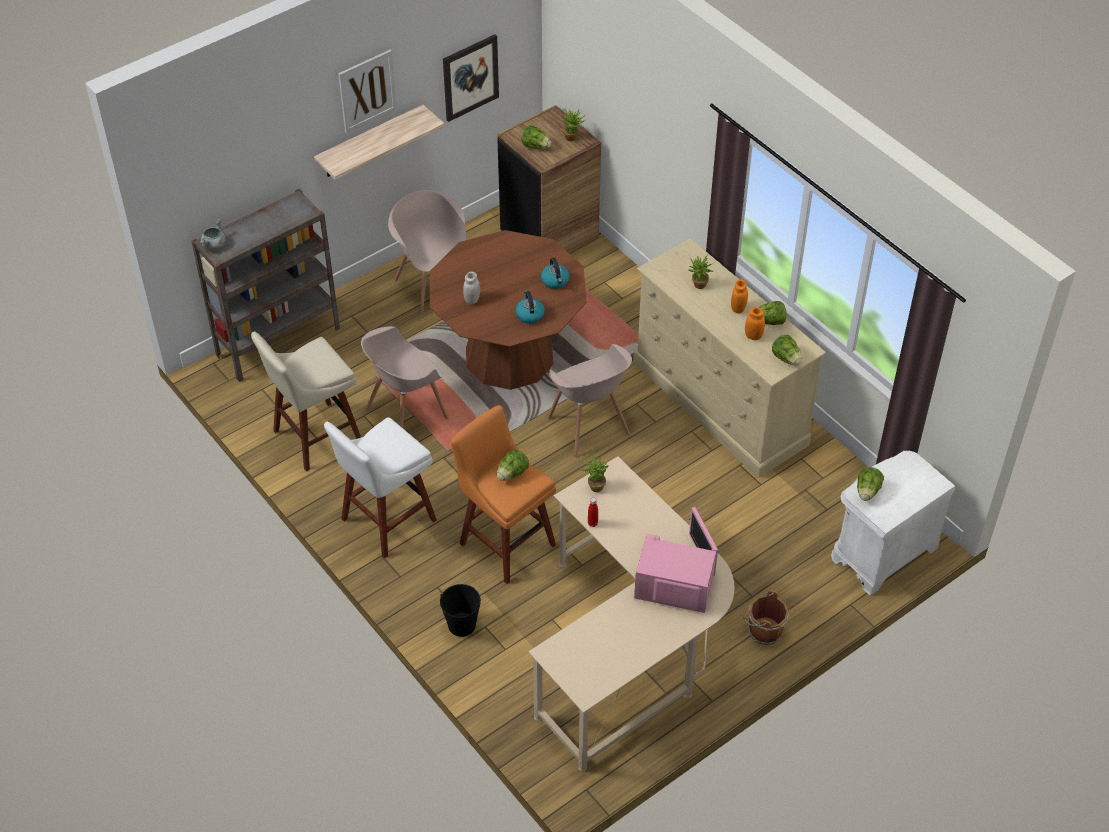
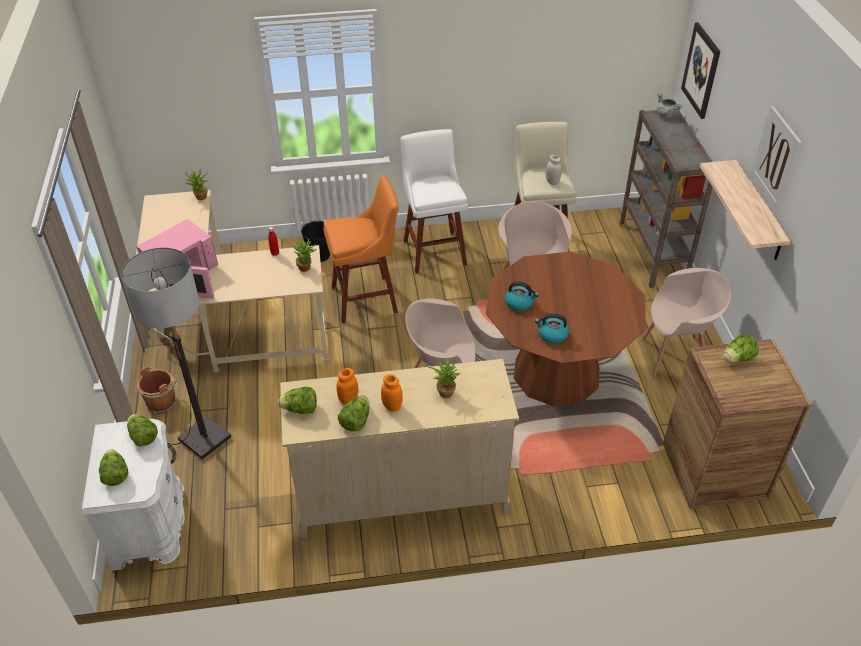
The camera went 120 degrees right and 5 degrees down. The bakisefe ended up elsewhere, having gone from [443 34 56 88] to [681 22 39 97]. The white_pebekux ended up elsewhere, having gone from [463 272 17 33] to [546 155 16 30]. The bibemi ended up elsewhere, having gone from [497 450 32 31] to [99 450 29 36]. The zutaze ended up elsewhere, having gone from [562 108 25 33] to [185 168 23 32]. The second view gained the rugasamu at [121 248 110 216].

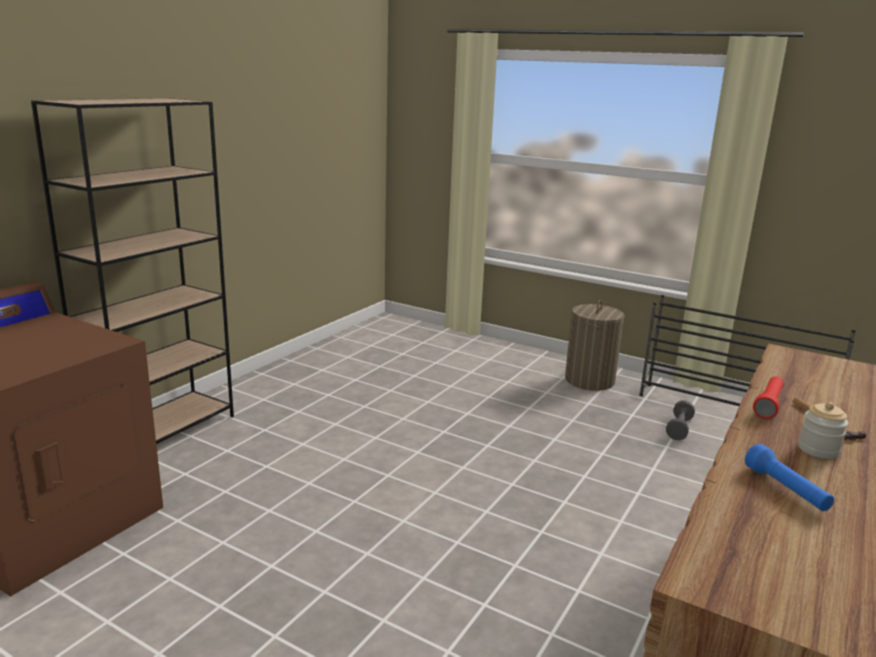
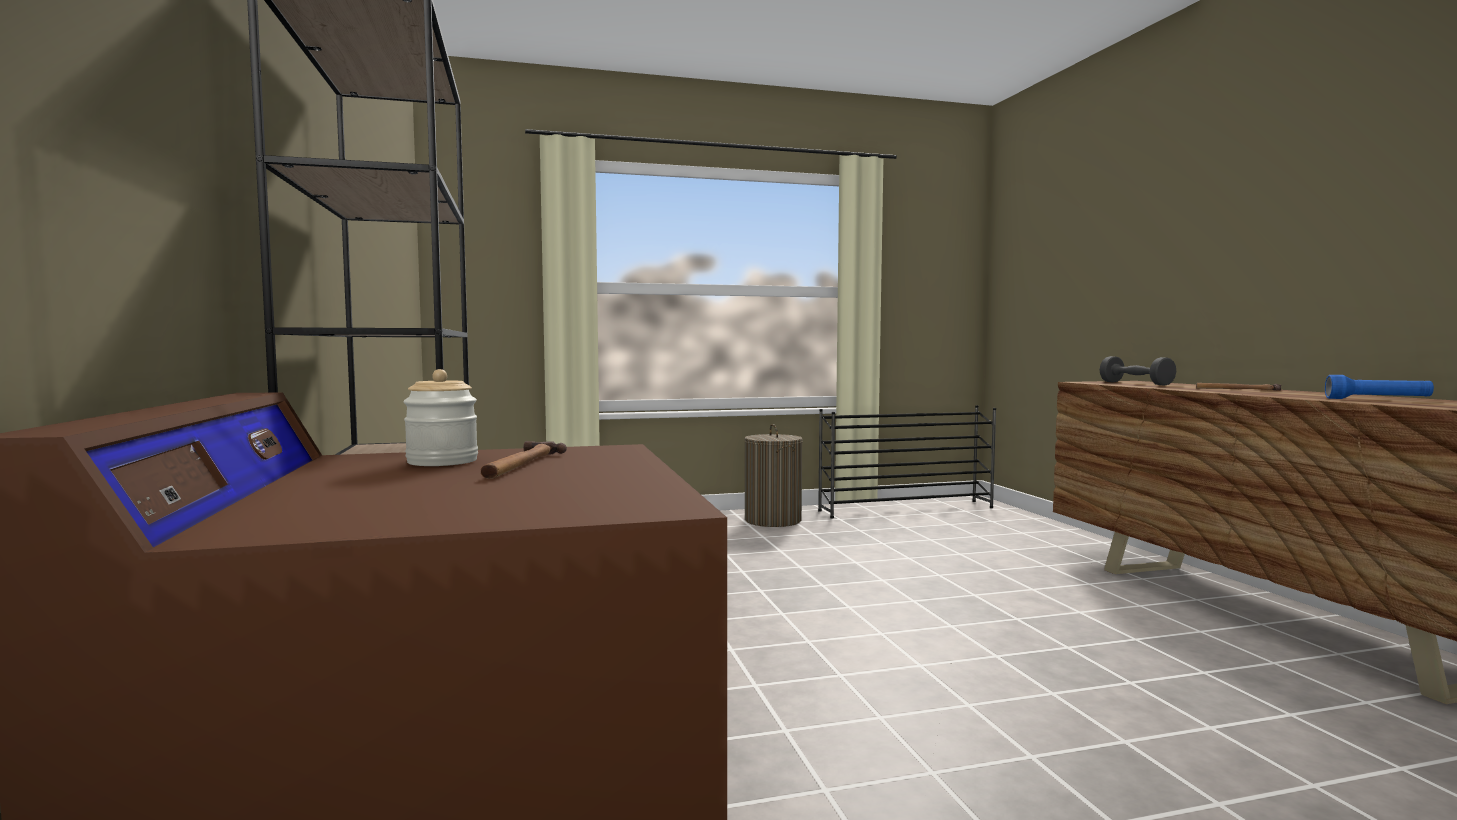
The camera went 45 degrees left and 15 degrees down. The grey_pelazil ended up elsewhere, having gone from [666 400 29 40] to [1100 356 76 30]. The second view lost the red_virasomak at [753 376 31 43]. The pebekux ended up elsewhere, having gone from [798 402 50 57] to [403 369 75 97]. The second view gained the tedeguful at [481 441 86 38].

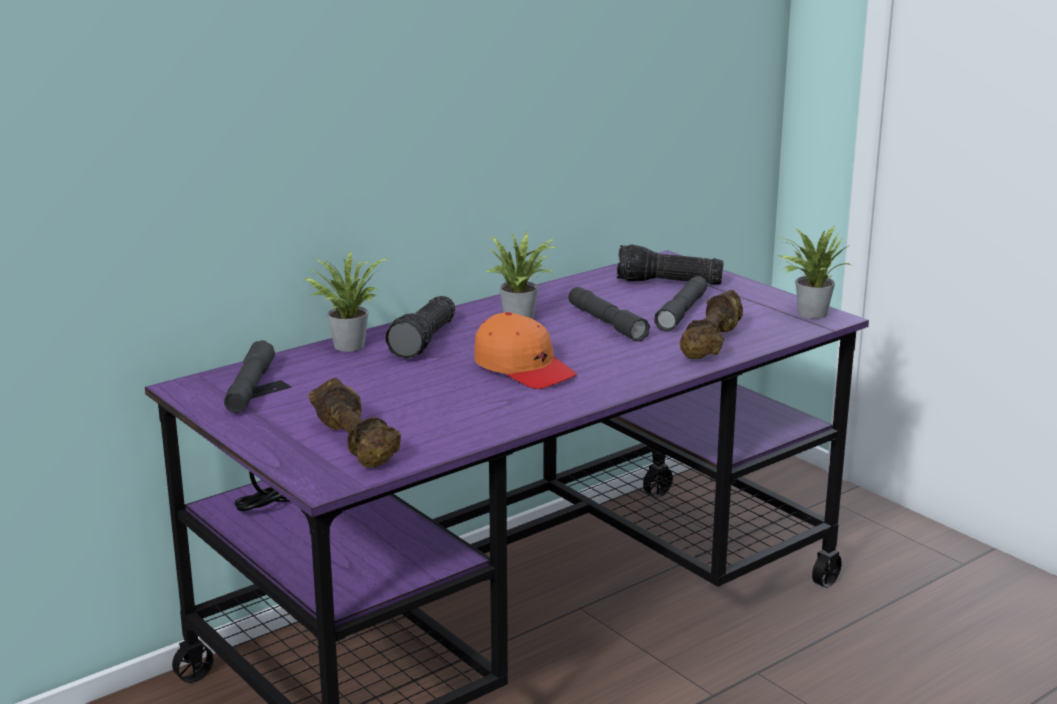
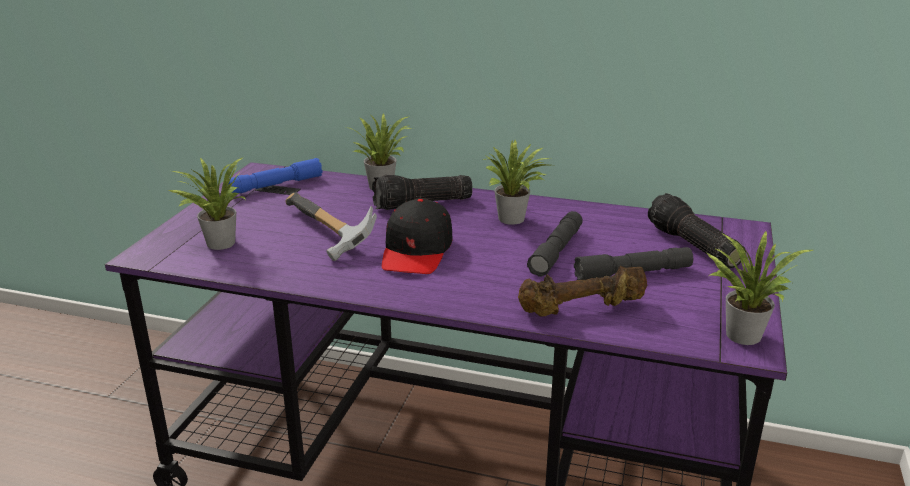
The camera went 55 degrees right and 5 degrees up. What was the grey_virasomak at [224 340 51 73] turned into the blue_virasomak at [228 158 95 35]. Where the brown_pelazil stood at [308 378 93 90], the zutaze came to stand at [169 158 77 92]. What was the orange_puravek at [474 312 103 77] turned into the black_puravek at [382 198 71 76]. The second view gained the tedeguful at [286 193 91 68].

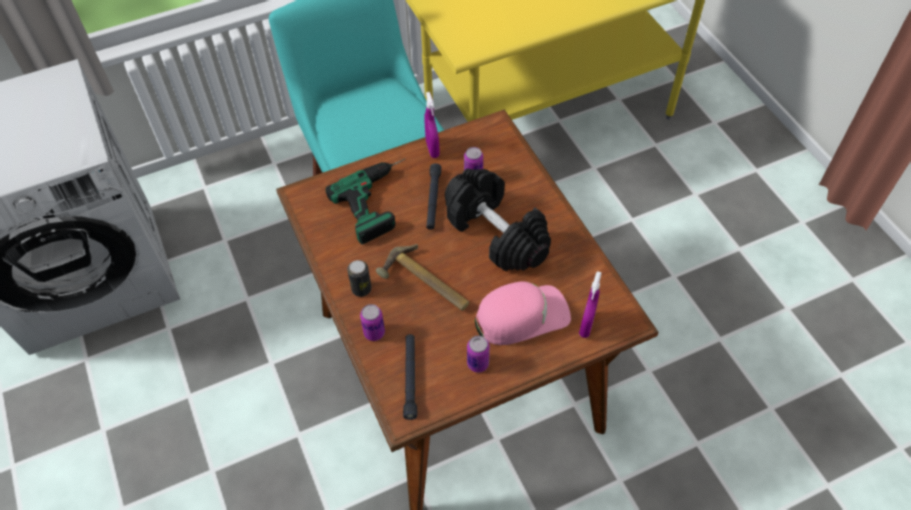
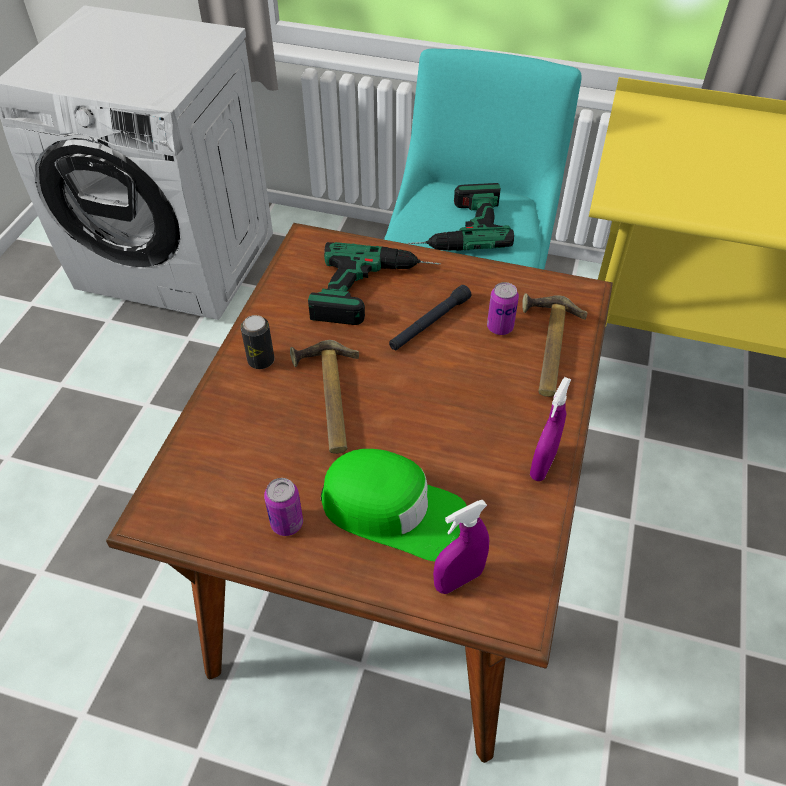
The camera went 40 degrees right and 5 degrees down. The second view lost the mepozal at [360 304 25 37]. The second view lost the black_virasomak at [403 334 14 86]. The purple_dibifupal ended up elsewhere, having gone from [424 92 16 66] to [530 377 41 104]. The second view lost the black_pelazil at [445 168 106 103]. What was the pink_puravek at [475 281 96 64] turned into the green_puravek at [321 449 145 112]. The second view gained the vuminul at [407 183 107 68]. The second view gained the tedeguful at [522 293 66 104].

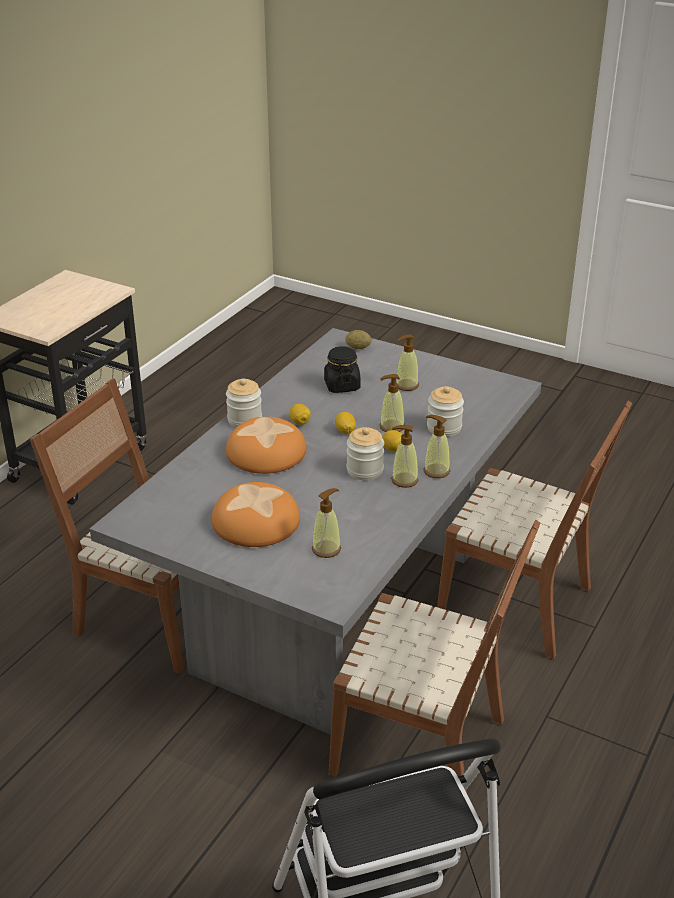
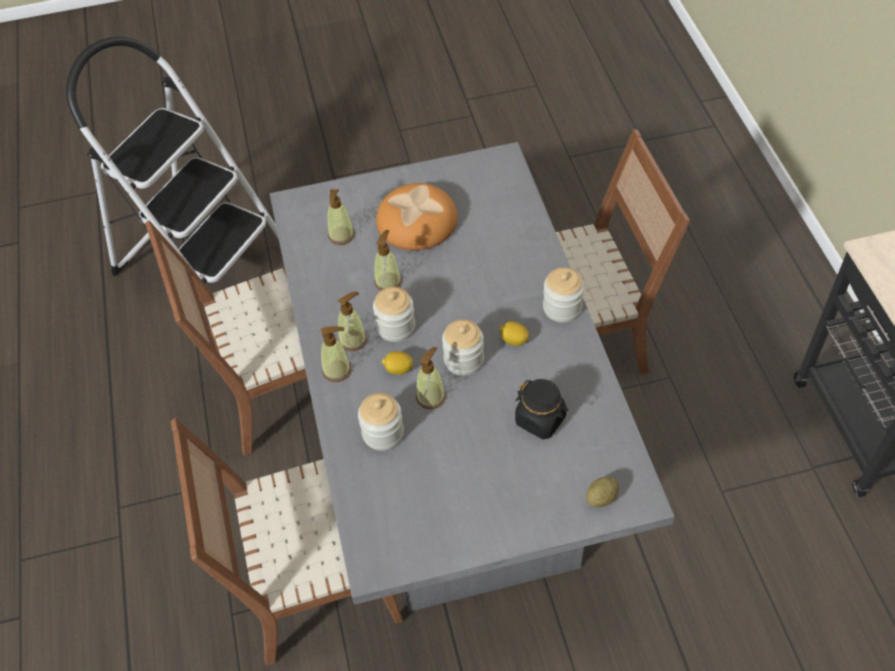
The camera went 140 degrees right and 20 degrees up. The second view lost the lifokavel at [226 417 81 57]. Where the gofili stood at [335 412 21 22], the pebekux came to stand at [442 319 42 57]. The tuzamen ended up elsewhere, having gone from [396 335 23 56] to [374 230 28 61].

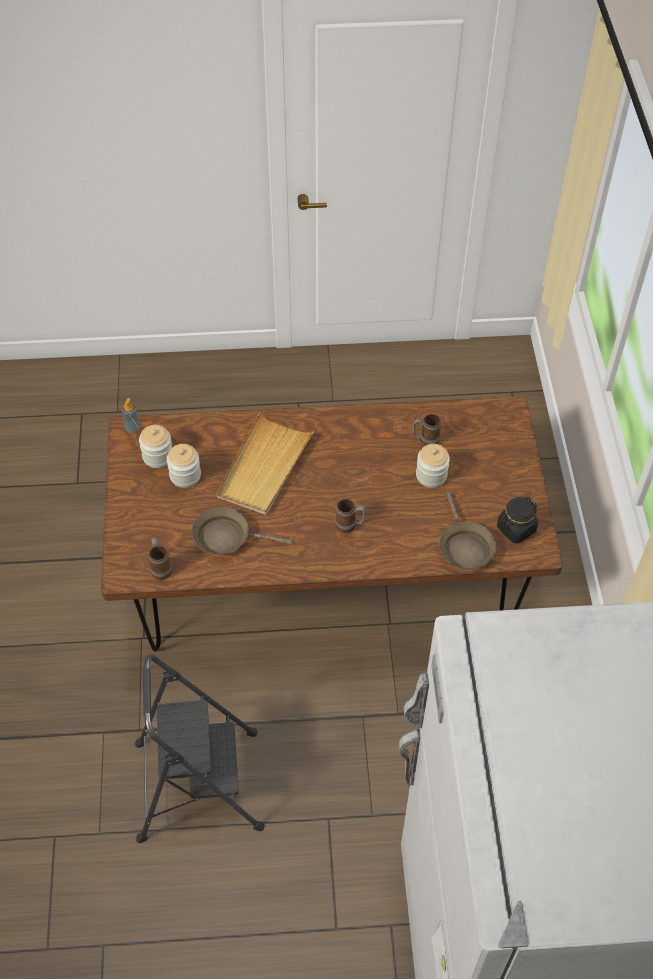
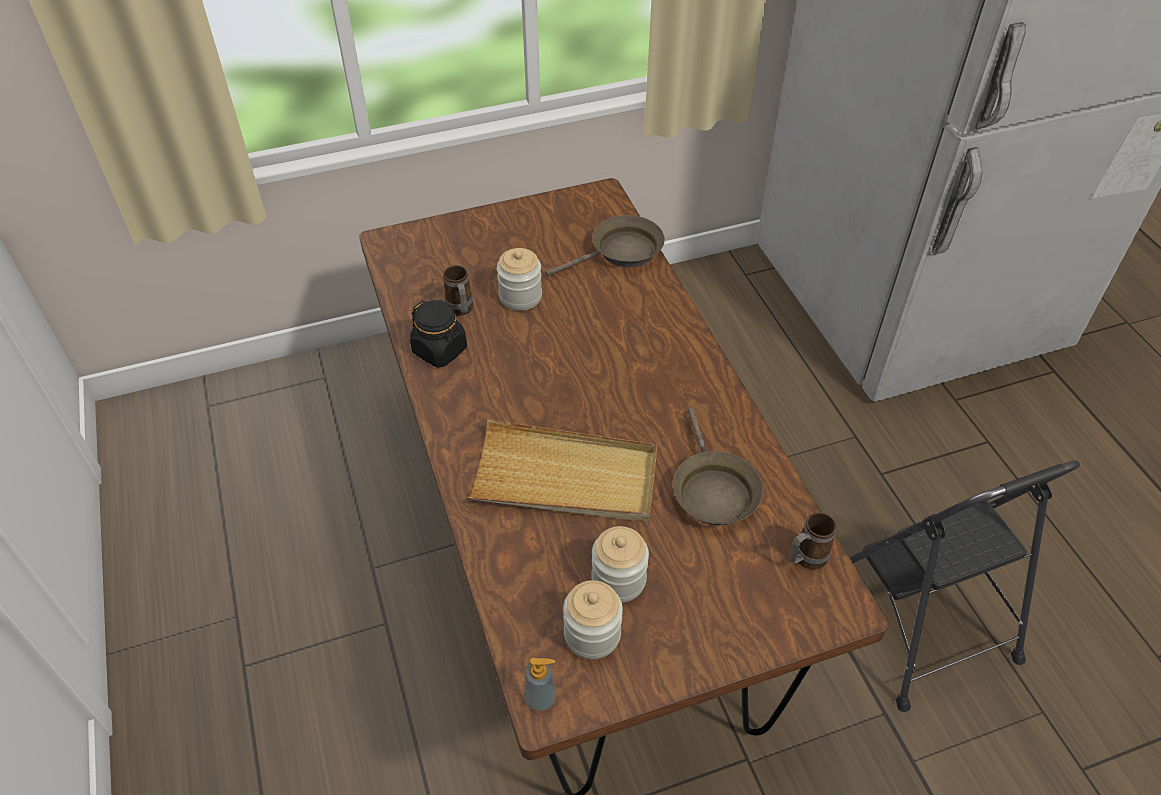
The camera went 105 degrees left and 5 degrees down. The second view lost the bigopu at [335 499 31 34]. The black_pebekux ended up elsewhere, having gone from [497 497 41 47] to [410 300 57 68].

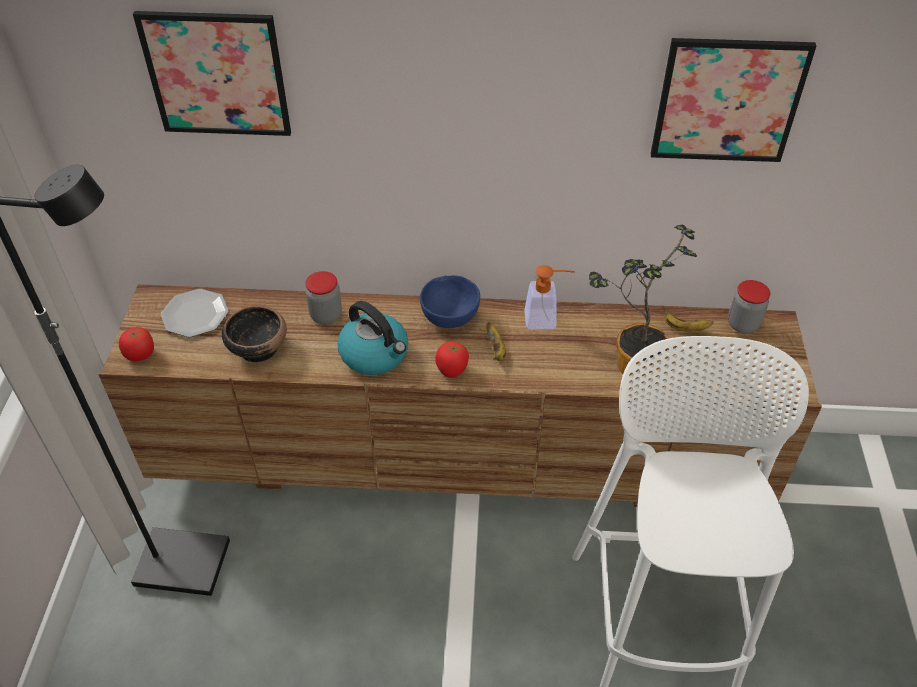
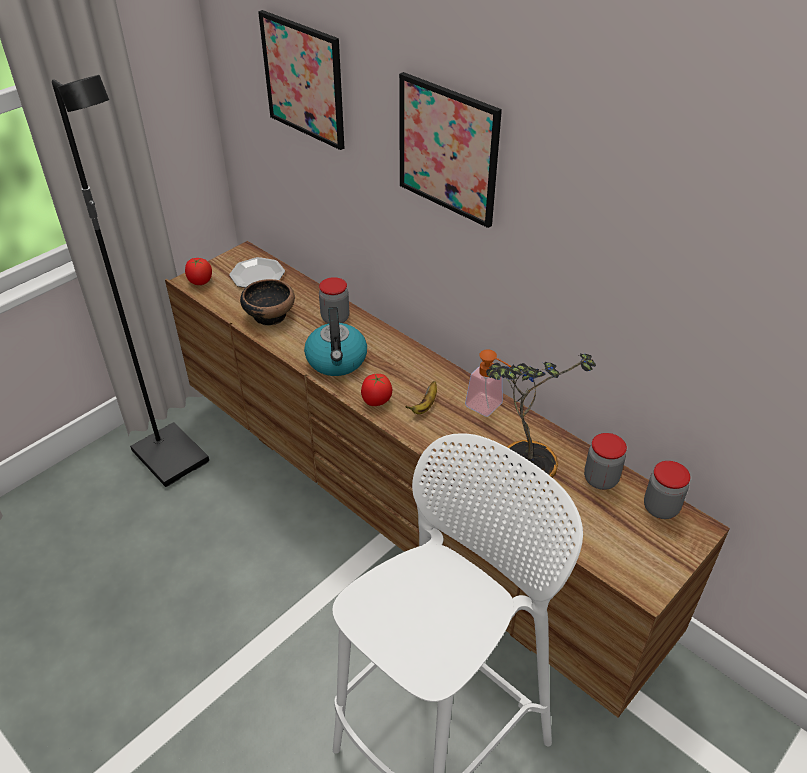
The camera went 40 degrees right and 5 degrees down. The second view lost the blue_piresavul at [420 275 60 53]. The bakisefe ended up elsewhere, having gone from [651 38 165 124] to [399 72 103 156]. Where the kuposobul stood at [662 305 51 27], the pebekux came to stand at [584 433 43 57].

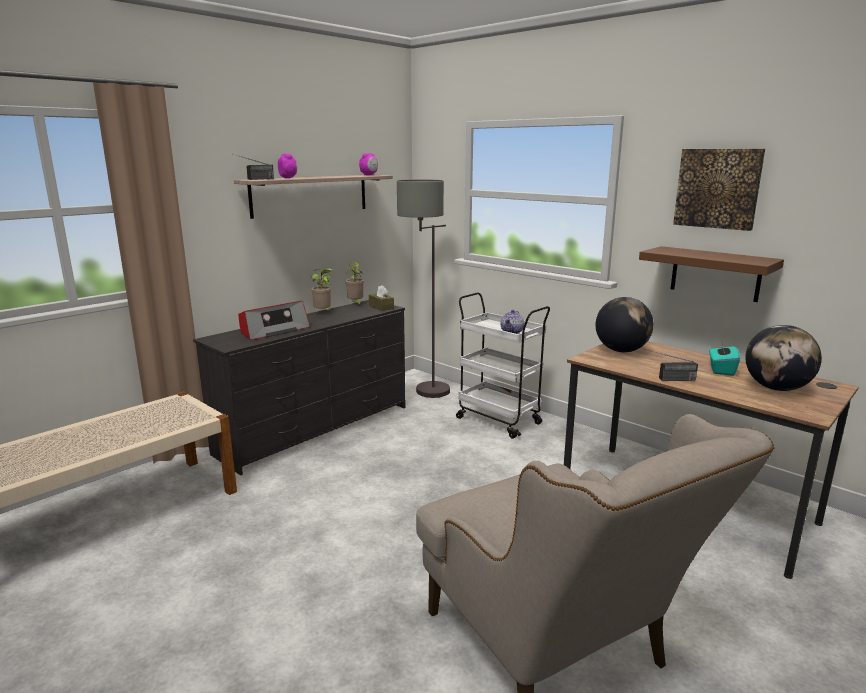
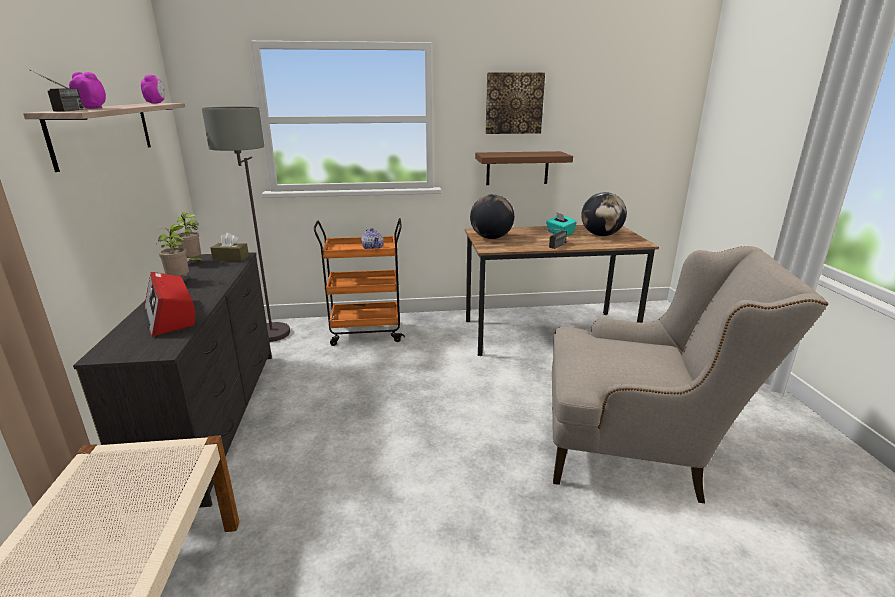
The camera went 50 degrees left and 5 degrees up. The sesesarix at [238 301 72 39] ended up facing another way, 150 degrees clockwise from before. What was the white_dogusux at [456 293 94 146] turned into the orange_dogusux at [314 218 91 128].

